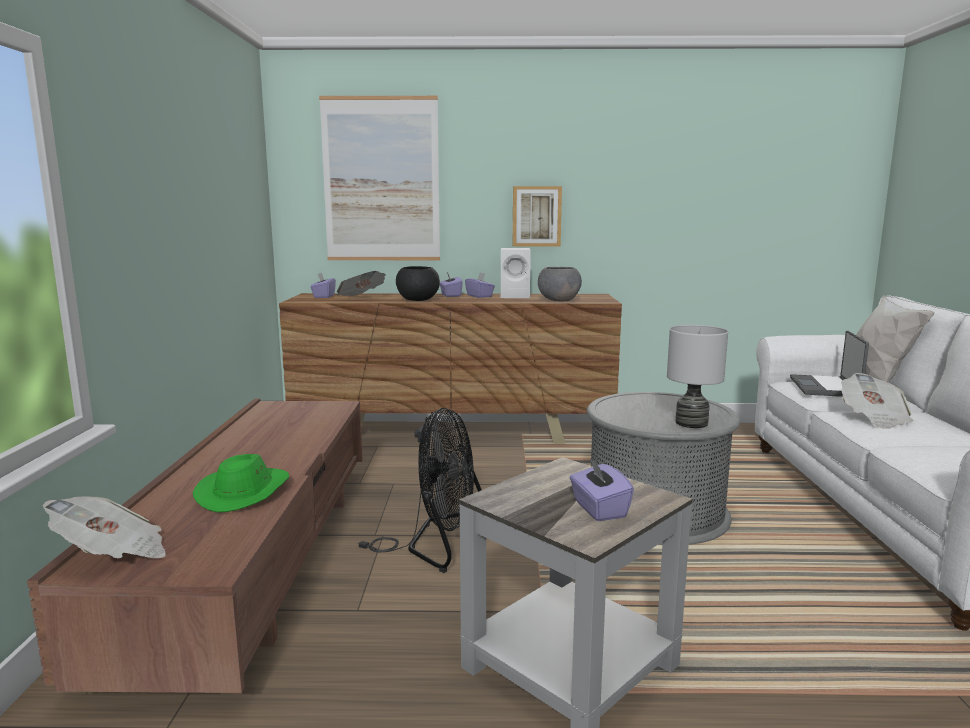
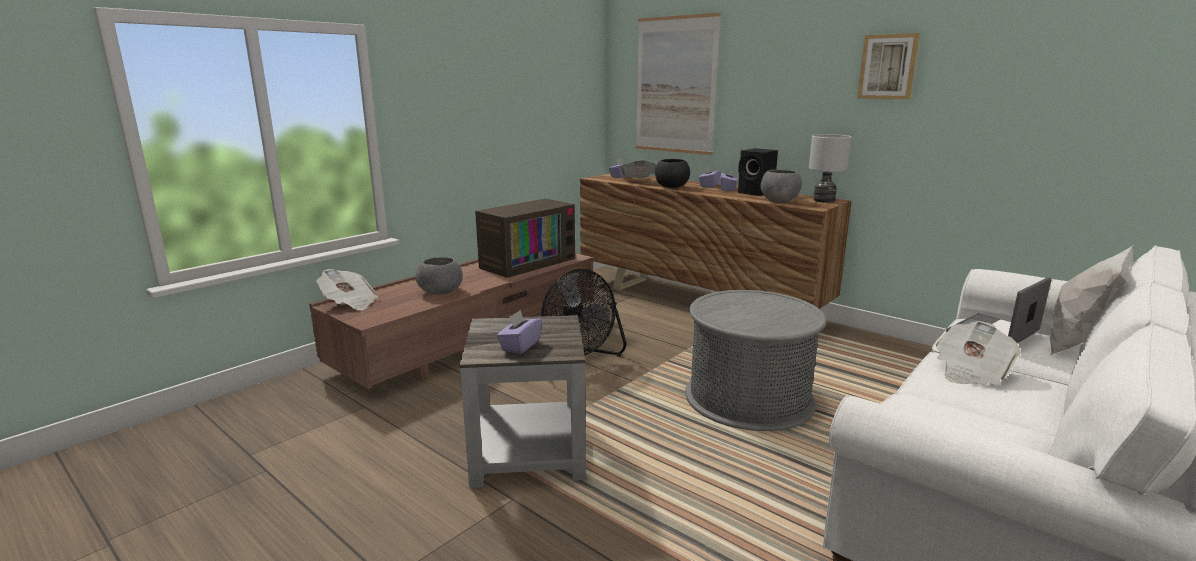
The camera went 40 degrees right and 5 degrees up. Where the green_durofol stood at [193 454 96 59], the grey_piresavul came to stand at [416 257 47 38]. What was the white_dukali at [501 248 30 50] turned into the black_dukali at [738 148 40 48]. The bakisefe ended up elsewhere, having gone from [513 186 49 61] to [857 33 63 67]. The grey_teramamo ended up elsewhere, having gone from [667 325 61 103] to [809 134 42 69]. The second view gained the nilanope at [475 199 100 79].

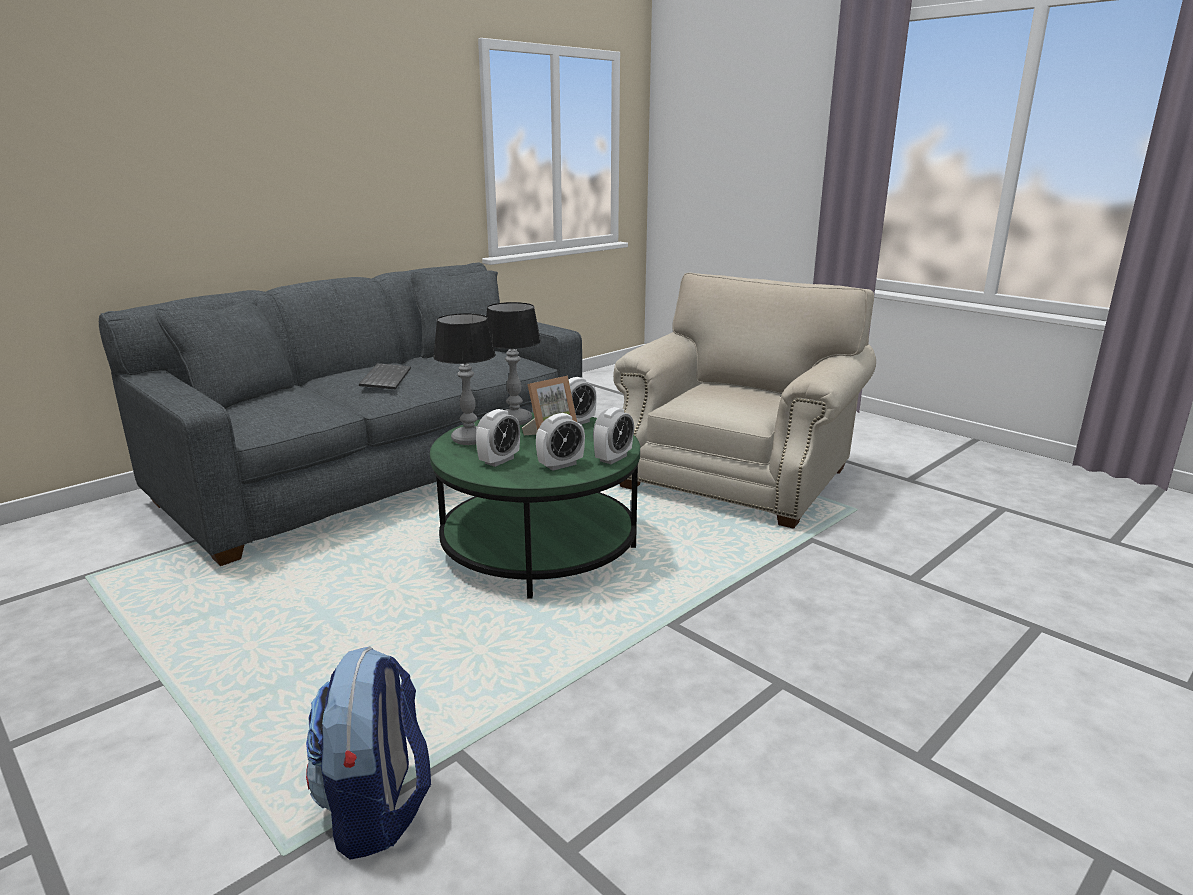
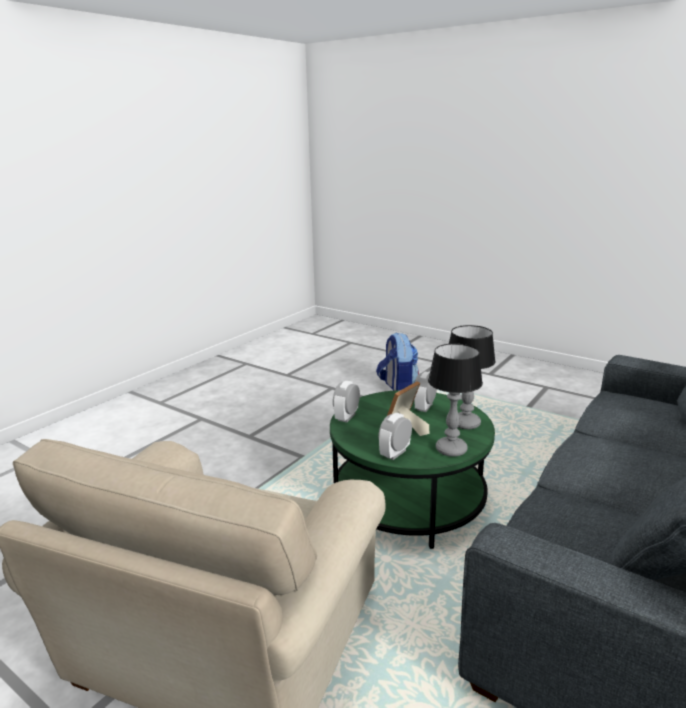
The camera went 170 degrees right and 0 degrees up. The second view lost the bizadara at [359 363 52 26]. The second view lost the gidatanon at [536 413 49 58].

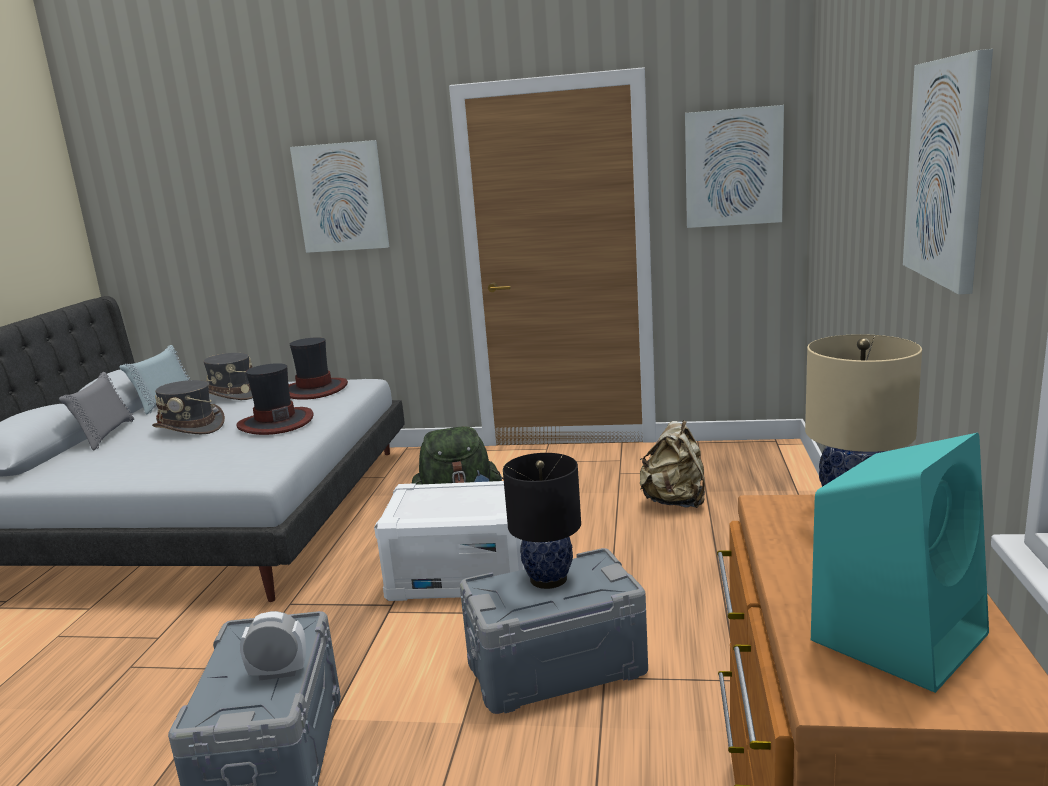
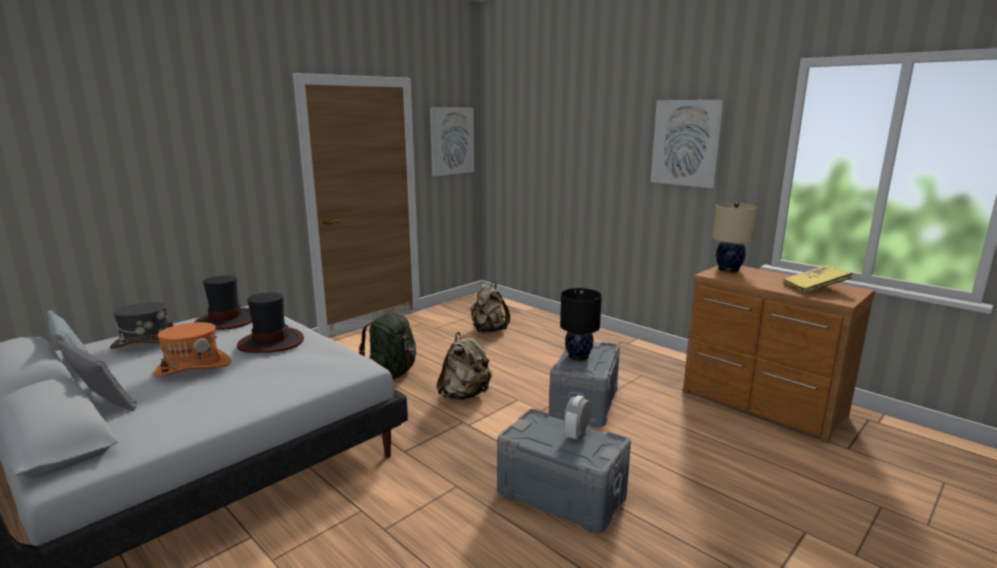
The camera went 55 degrees left and 0 degrees up. What was the grey_durofol at [152 380 73 54] turned into the orange_durofol at [153 322 78 55]. The second view lost the bakisefe at [290 140 99 113]. Where the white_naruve stood at [374 481 151 120], the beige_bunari came to stand at [436 332 56 68]. Where the turquoise_dukali stood at [811 433 178 260], the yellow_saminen came to stand at [783 265 69 28].

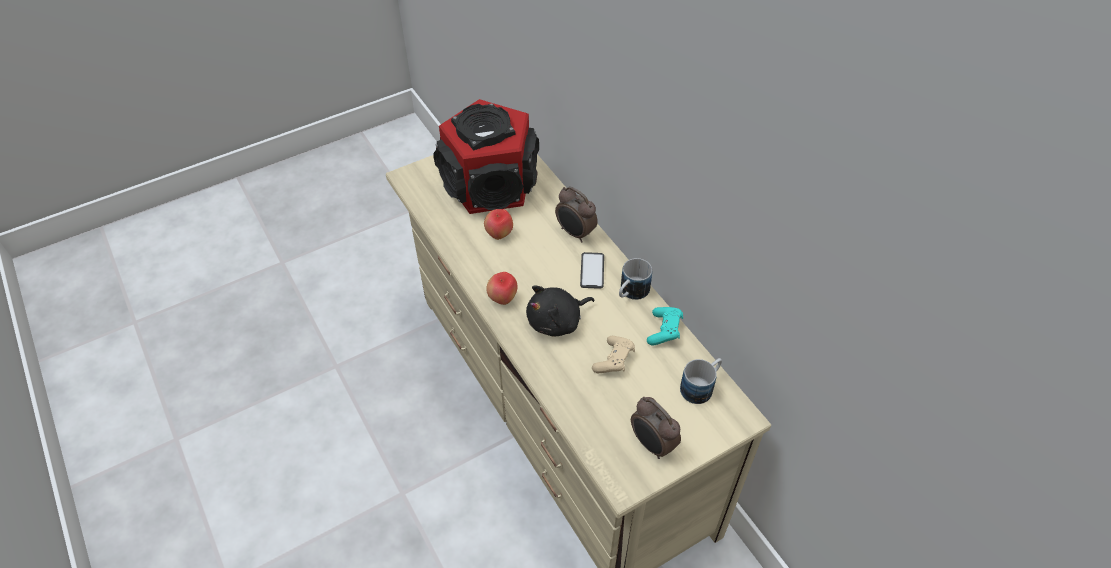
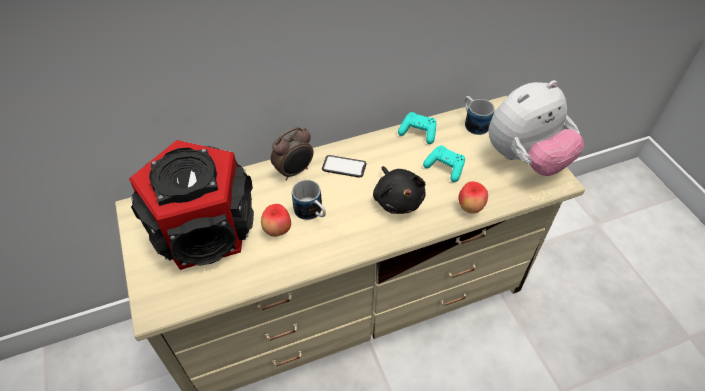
The camera went 80 degrees left and 0 degrees up. The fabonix ended up elsewhere, having gone from [486 272 32 33] to [458 181 30 33]. What was the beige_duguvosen at [592 336 43 37] turned into the turquoise_duguvosen at [423 145 42 37]. The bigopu ended up elsewhere, having gone from [619 258 33 42] to [292 180 34 40]. Where the gidatanon stood at [631 397 50 62], the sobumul came to stand at [488 80 96 96].

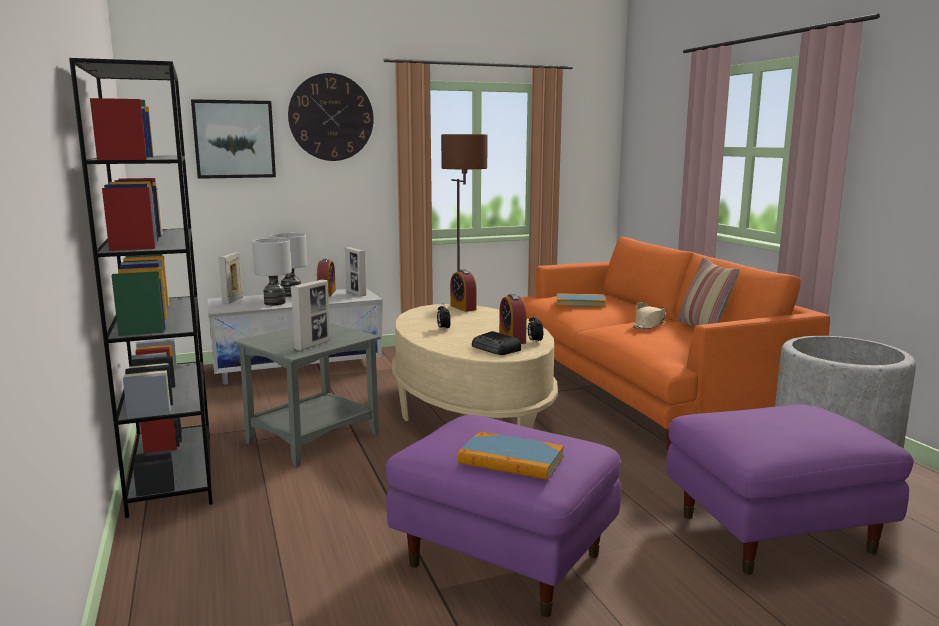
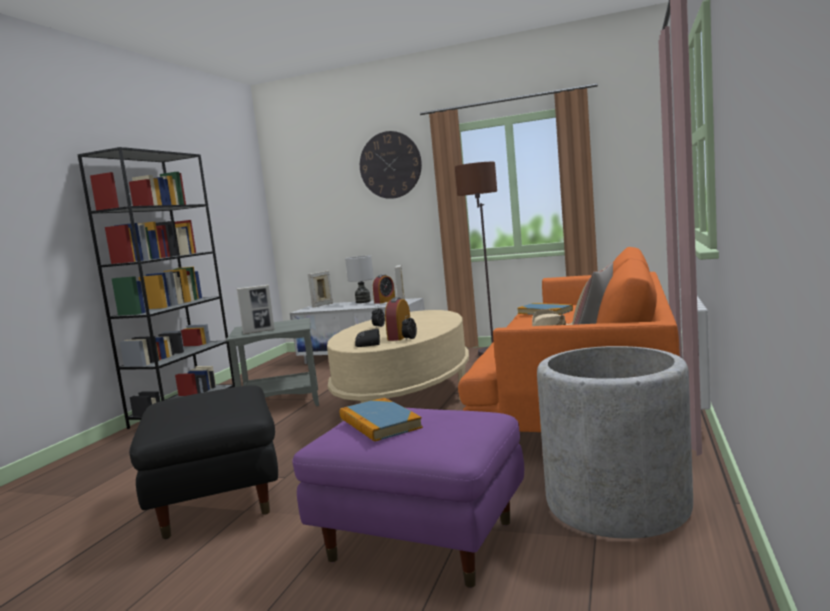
The camera went 40 degrees right and 5 degrees down. The second view lost the bakisefe at [191 99 85 80]. The second view lost the grey_teramamo at [252 238 40 67]. What was the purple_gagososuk at [386 415 235 202] turned into the black_gagososuk at [129 385 149 154]. The second view lost the gidatanon at [450 269 26 43]. The saminen ended up elsewhere, having gone from [458 431 106 49] to [340 398 83 44].

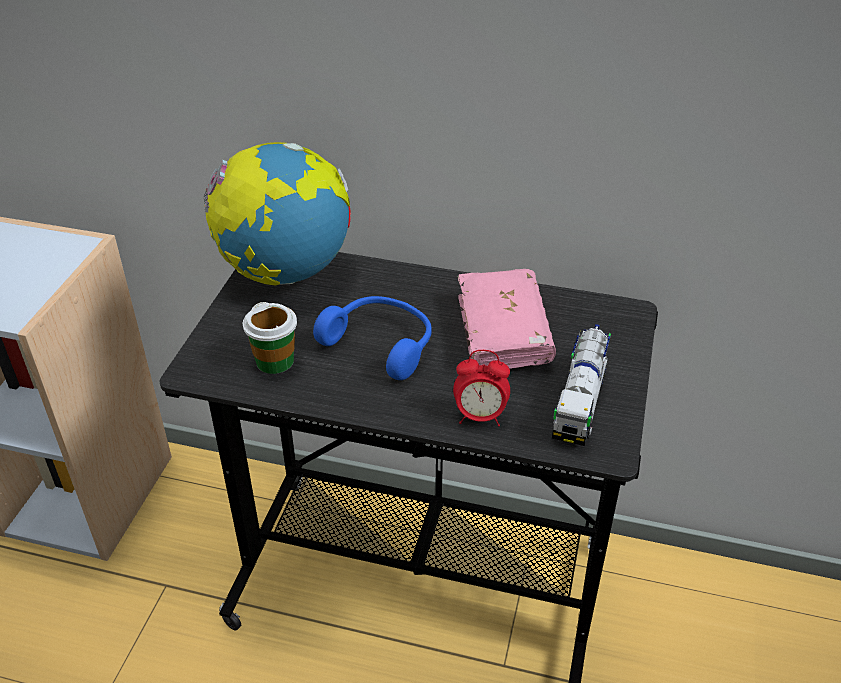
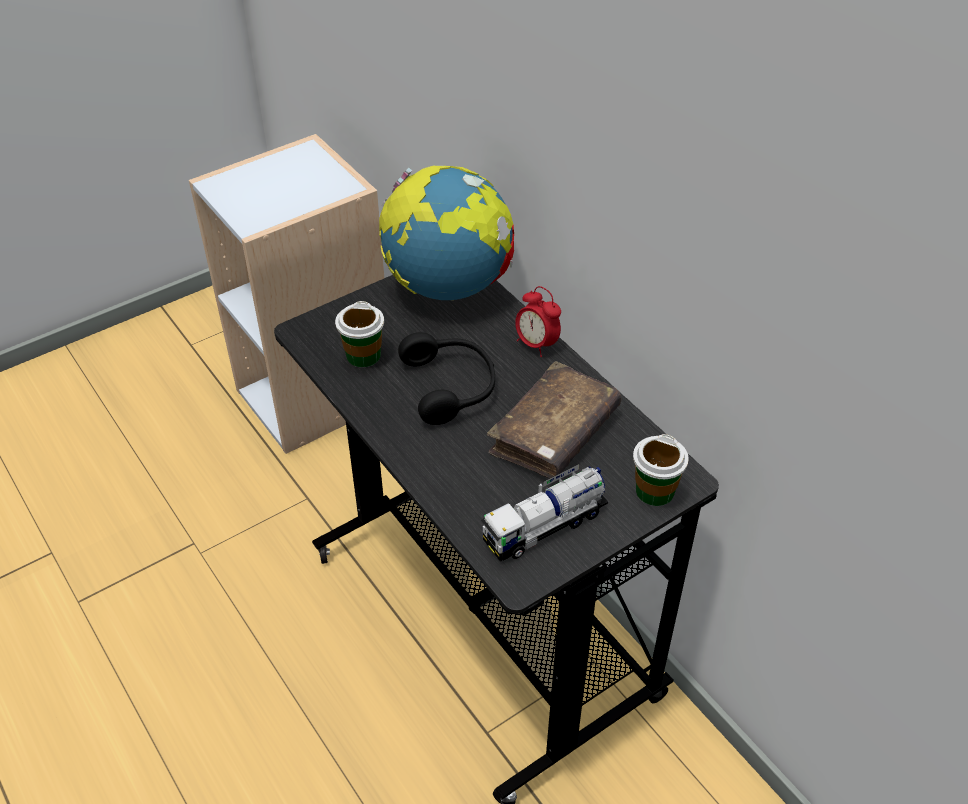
The camera went 40 degrees right and 5 degrees up. What was the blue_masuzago at [313 296 119 84] turned into the black_masuzago at [398 332 97 93]. The gidatanon ended up elsewhere, having gone from [453 350 57 77] to [515 286 46 71]. What was the pink_saminen at [458 269 98 100] turned into the brown_saminen at [487 361 134 117]. The second view gained the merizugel at [633 434 56 72].

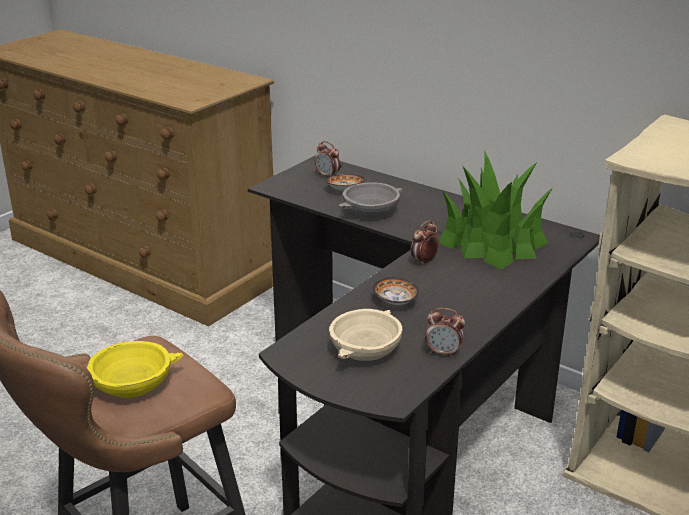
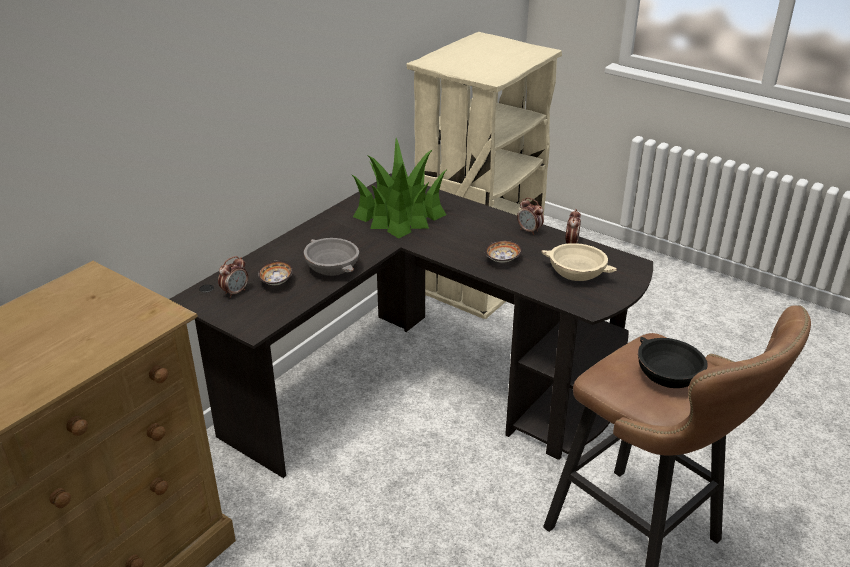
The camera went 90 degrees left and 5 degrees up. What was the yellow_piresavul at [87 341 97 57] turned into the black_piresavul at [638 337 70 51]. The gidatanon ended up elsewhere, having gone from [411 221 28 44] to [517 198 27 37].

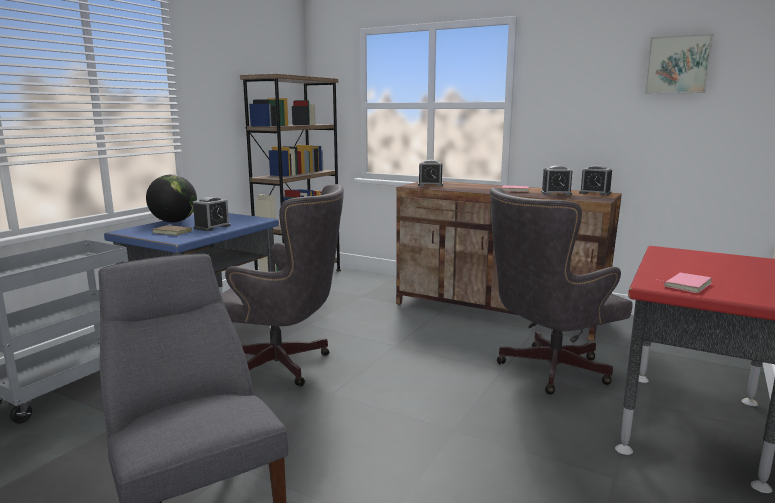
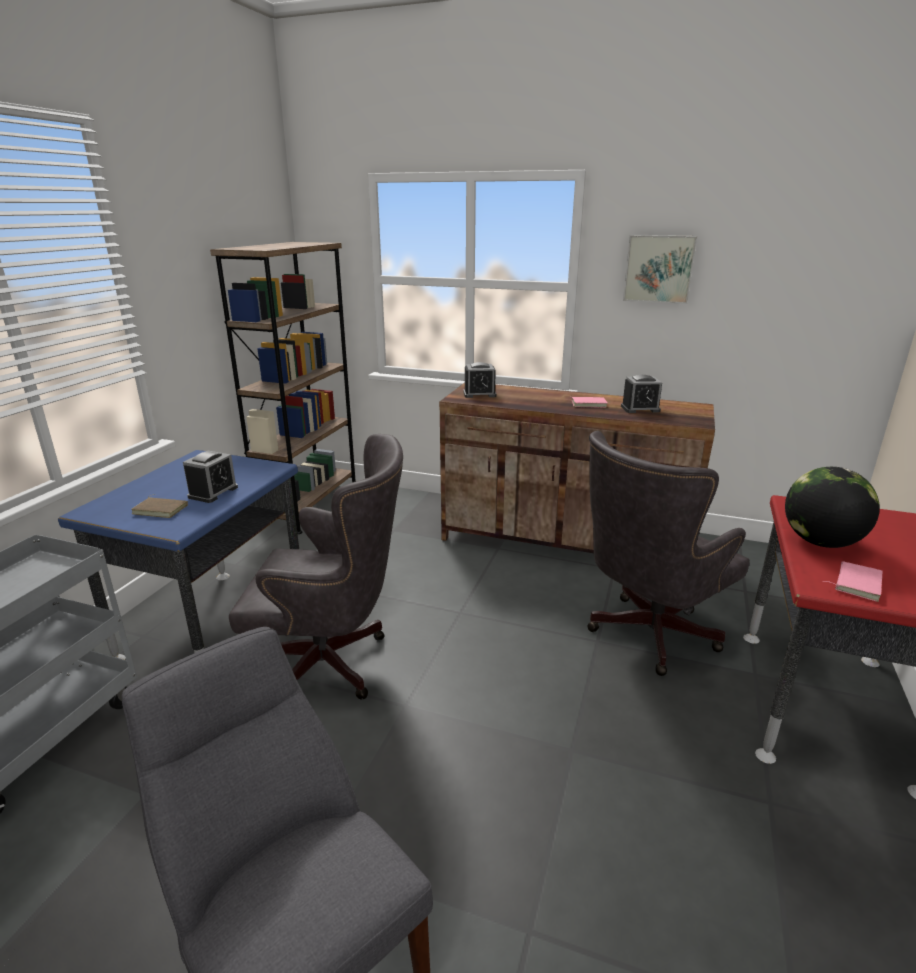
The camera went 10 degrees left and 10 degrees up. The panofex ended up elsewhere, having gone from [146 175 51 47] to [785 467 95 81]. The second view lost the gidatanon at [579 165 33 31]. The bakisefe ended up elsewhere, having gone from [644 34 69 60] to [623 235 74 69].

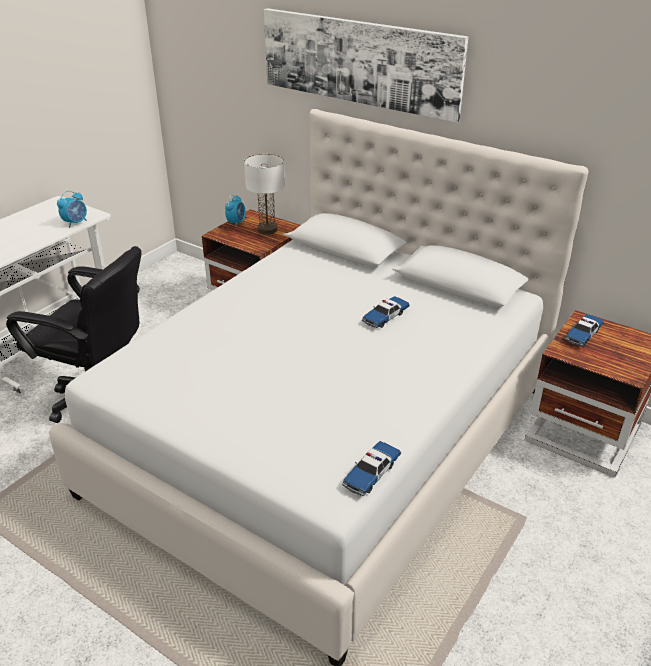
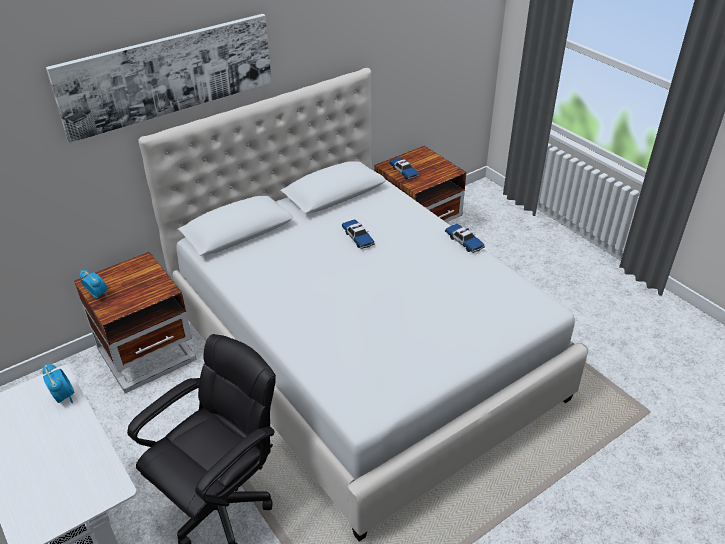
The camera went 70 degrees left and 5 degrees up. The second view lost the teramamo at [244 154 41 80]. The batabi ended up elsewhere, having gone from [342 441 59 55] to [445 224 40 29].

